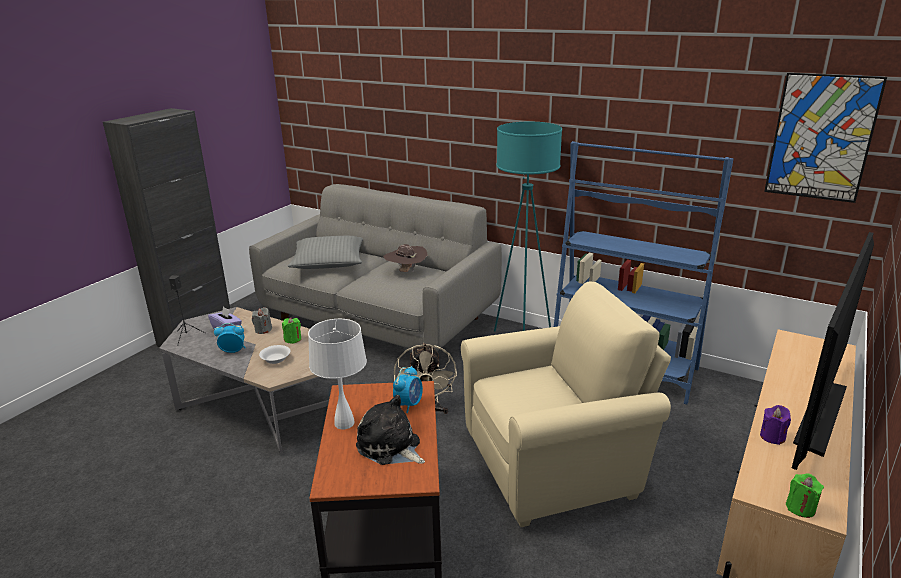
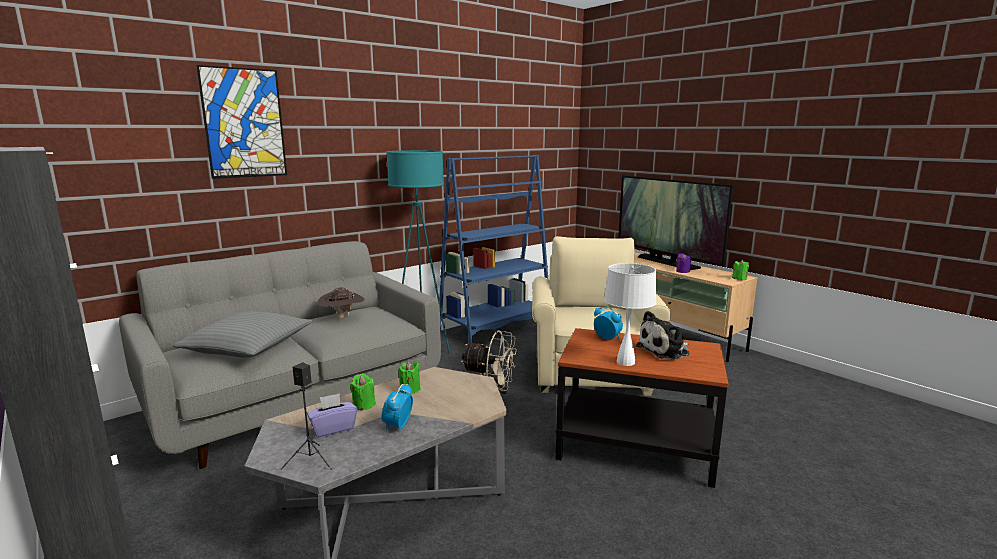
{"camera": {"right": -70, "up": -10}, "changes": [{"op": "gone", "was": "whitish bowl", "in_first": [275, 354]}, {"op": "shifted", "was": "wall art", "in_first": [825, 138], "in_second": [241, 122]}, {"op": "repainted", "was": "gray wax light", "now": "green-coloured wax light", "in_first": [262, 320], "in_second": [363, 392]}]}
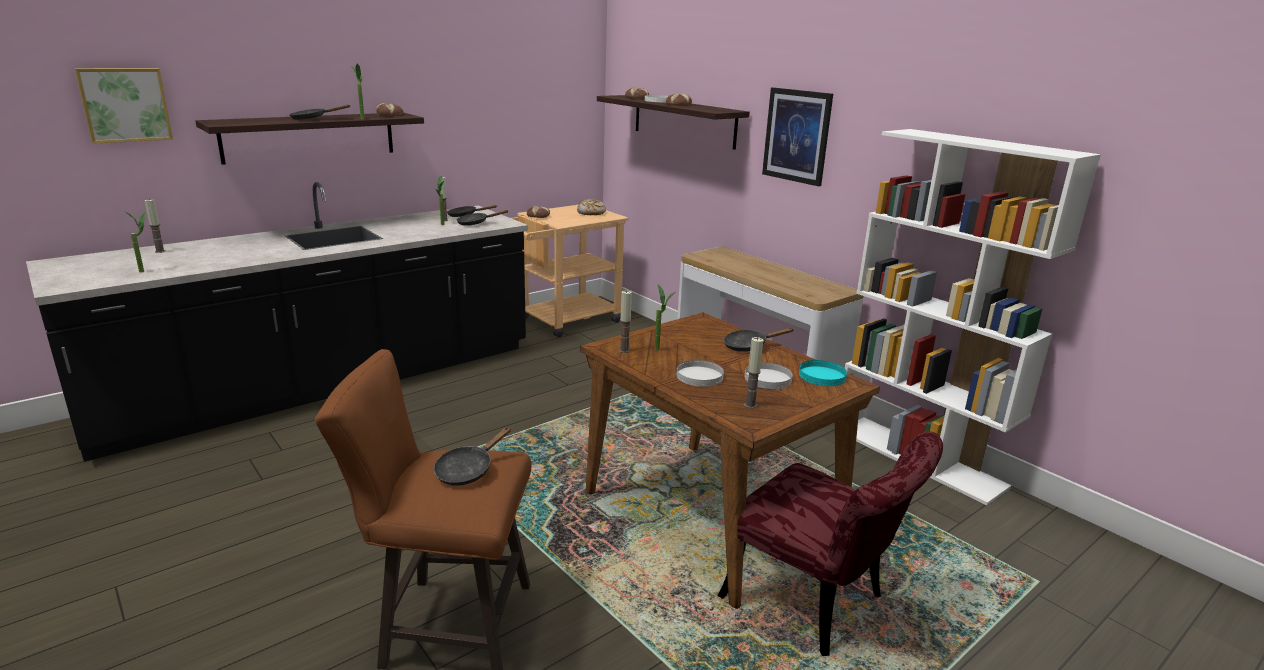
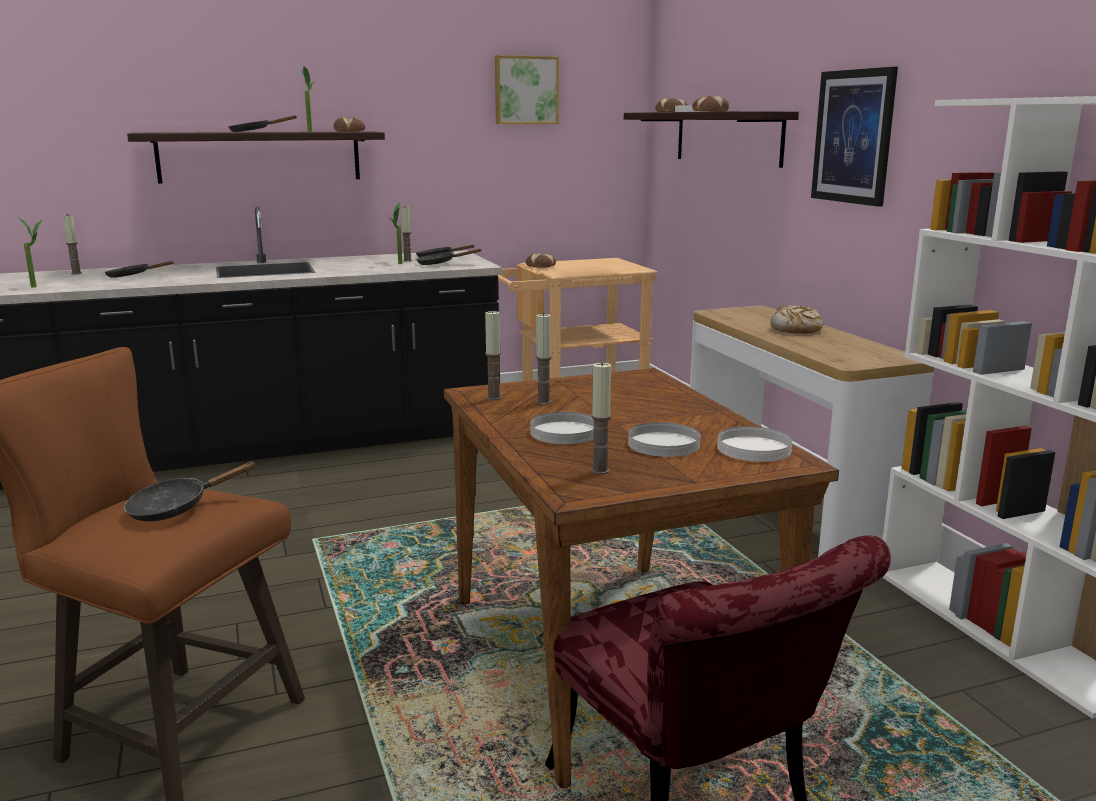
{"camera": {"right": 20, "up": -5}, "changes": [{"op": "shifted", "was": "wall art", "in_first": [124, 106], "in_second": [527, 89]}, {"op": "shifted", "was": "bread", "in_first": [591, 207], "in_second": [797, 319]}, {"op": "shifted", "was": "black skillet", "in_first": [758, 340], "in_second": [139, 269]}, {"op": "swapped", "was": "plant in a pot", "now": "wax light", "in_first": [665, 317], "in_second": [544, 359]}, {"op": "repainted", "was": "blue-green dinner plate", "now": "whitish dinner plate", "in_first": [823, 373], "in_second": [754, 444]}]}
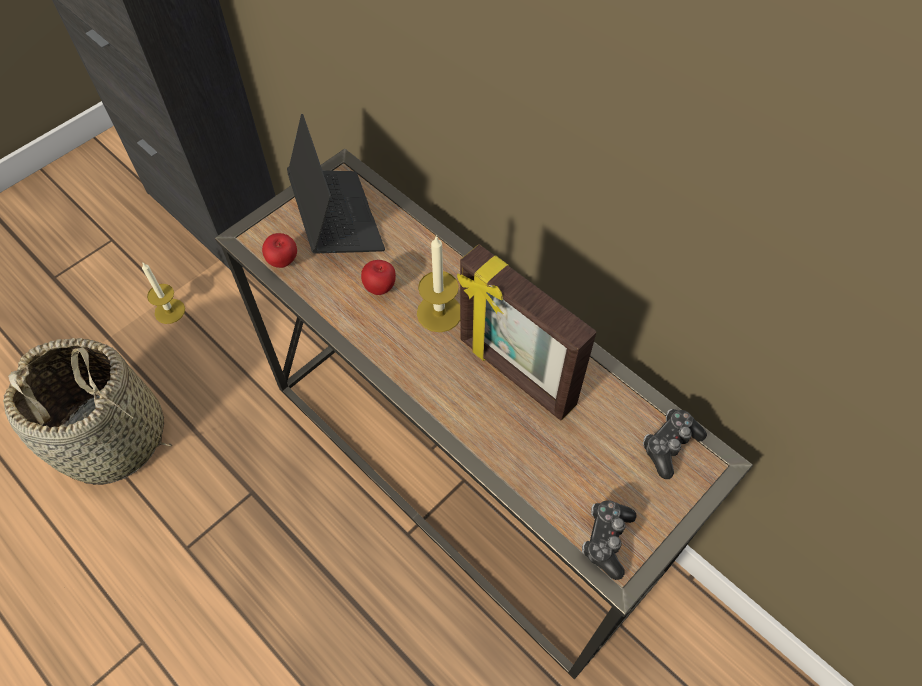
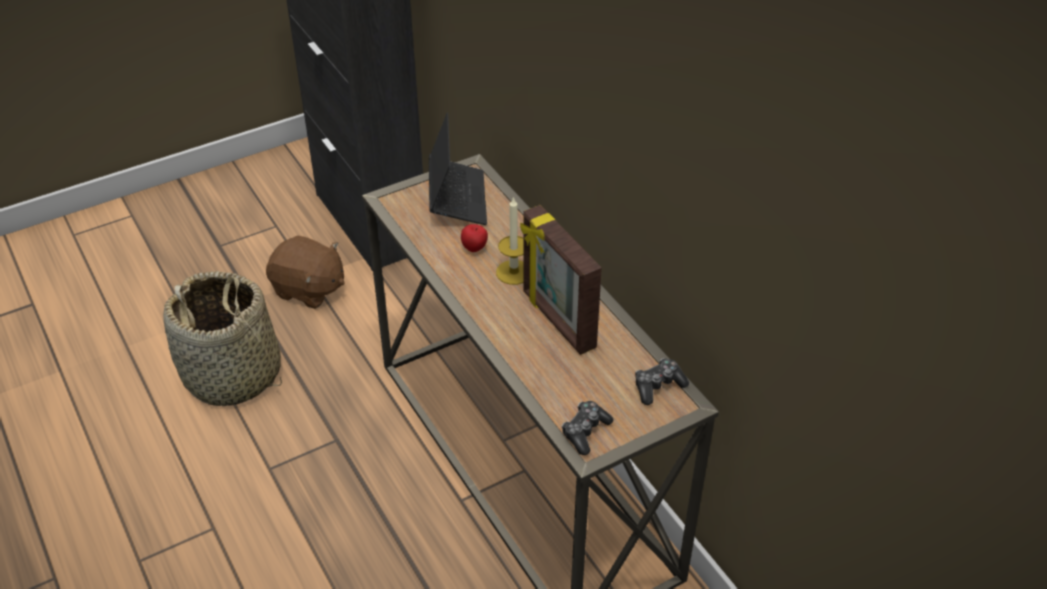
{"camera": {"right": 15, "up": -15}, "changes": [{"op": "gone", "was": "whole apple", "in_first": [279, 250]}, {"op": "swapped", "was": "wax light", "now": "brown-coloured cuddly toy", "in_first": [163, 293], "in_second": [305, 272]}]}
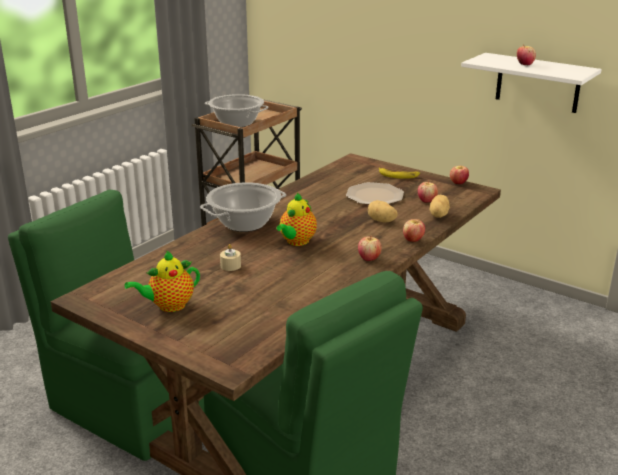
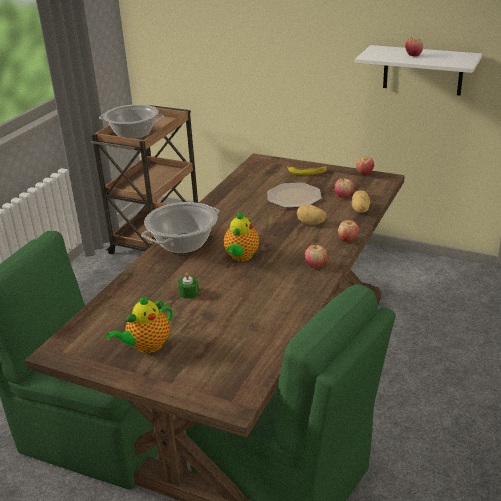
{"camera": {"right": -10, "up": 5}, "changes": [{"op": "repainted", "was": "beige wax light", "now": "green-coloured wax light", "in_first": [230, 257], "in_second": [188, 286]}]}
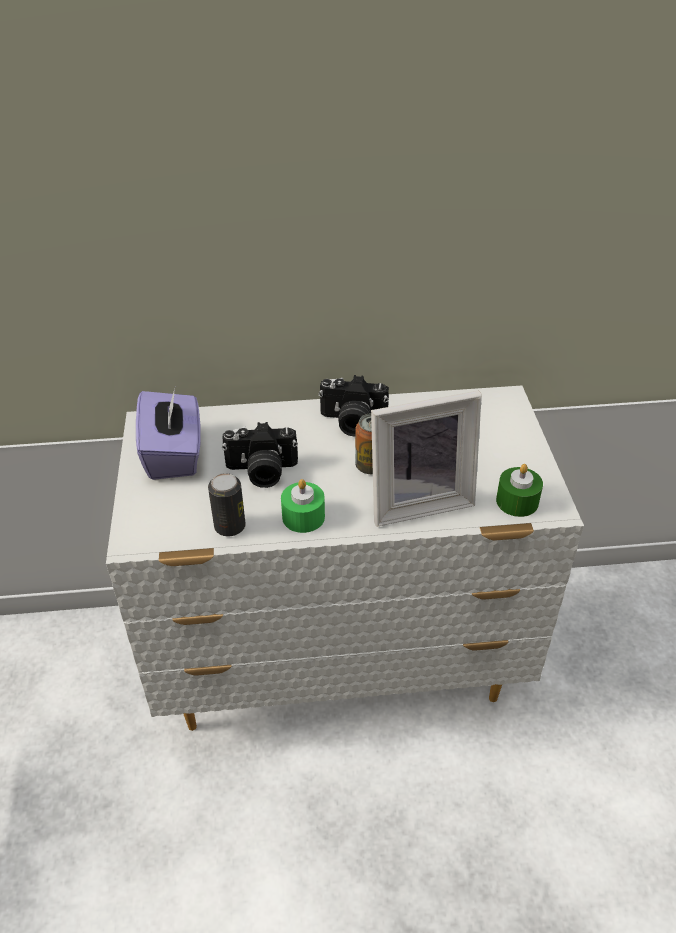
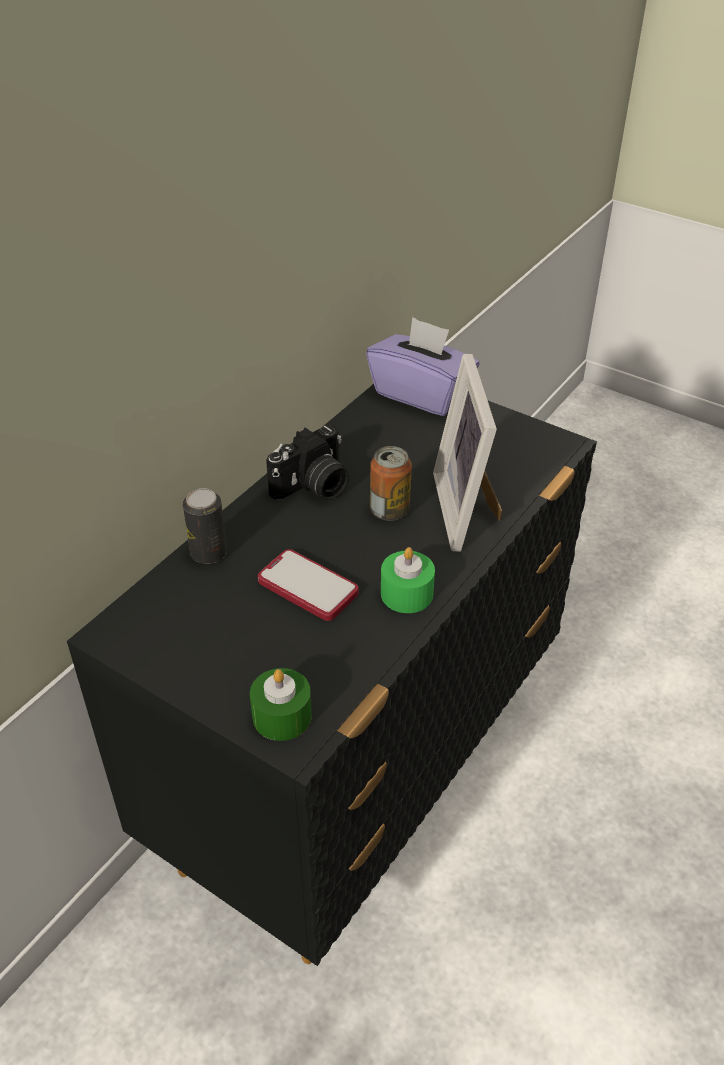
{"camera": {"right": -50, "up": 0}, "changes": [{"op": "shifted", "was": "purplish box of tissues", "in_first": [168, 434], "in_second": [422, 366]}, {"op": "shifted", "was": "sealed can", "in_first": [227, 504], "in_second": [204, 526]}, {"op": "shifted", "was": "green-coloured wax light", "in_first": [519, 490], "in_second": [281, 704]}, {"op": "swapped", "was": "still camera", "now": "handset", "in_first": [260, 455], "in_second": [308, 585]}, {"op": "repainted", "was": "whitish dresser", "now": "black dresser", "in_first": [345, 558], "in_second": [332, 675]}, {"op": "rotated", "was": "picture frame", "in_first": [426, 458], "in_second": [467, 453], "clockwise": 150}]}
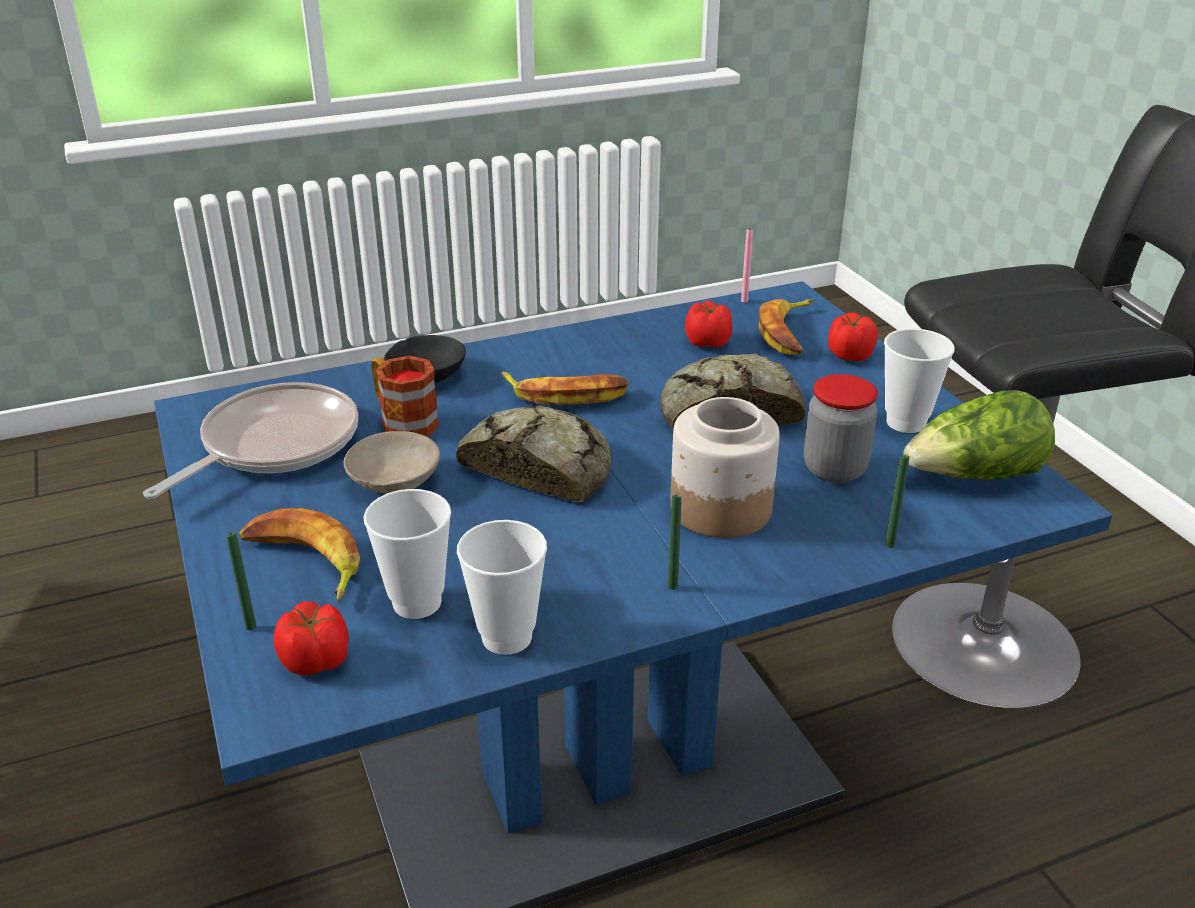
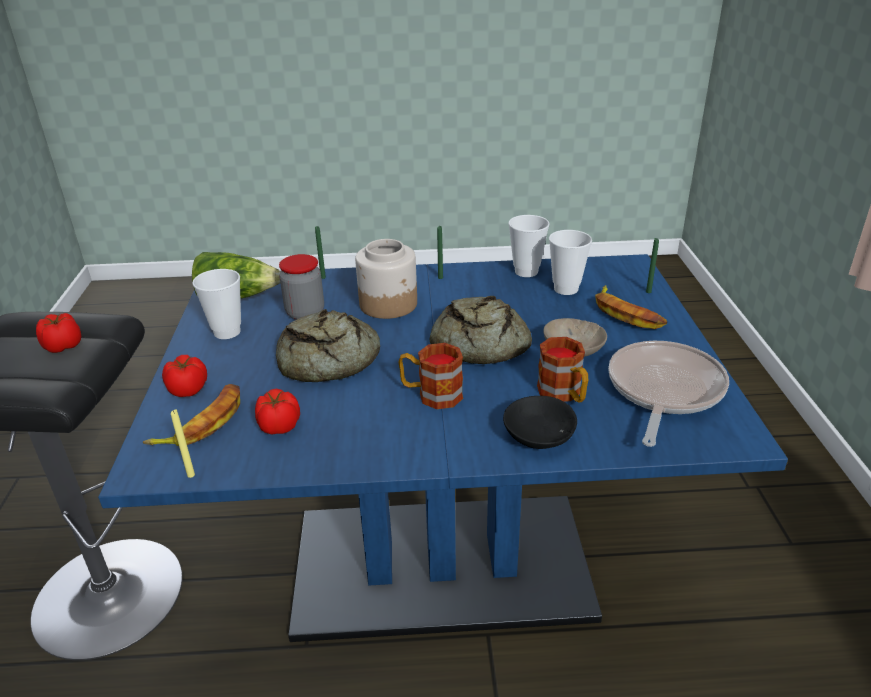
{"camera": {"right": -160, "up": 0}, "changes": [{"op": "shifted", "was": "tomato", "in_first": [311, 638], "in_second": [58, 333]}, {"op": "swapped", "was": "banana fruit", "now": "mug", "in_first": [565, 388], "in_second": [430, 376]}, {"op": "repainted", "was": "pink-coloured wax light", "now": "yellow-coloured wax light", "in_first": [747, 266], "in_second": [183, 443]}, {"op": "rotated", "was": "skillet", "in_first": [250, 440], "in_second": [668, 394], "clockwise": 150}]}
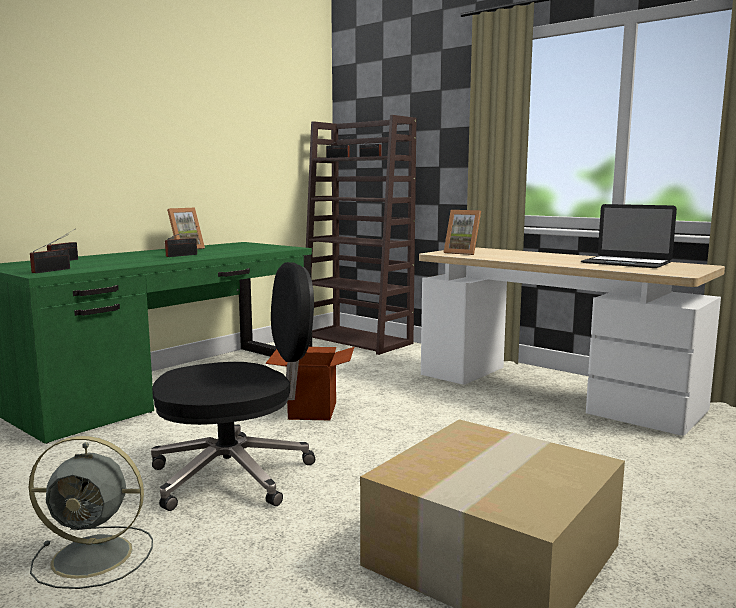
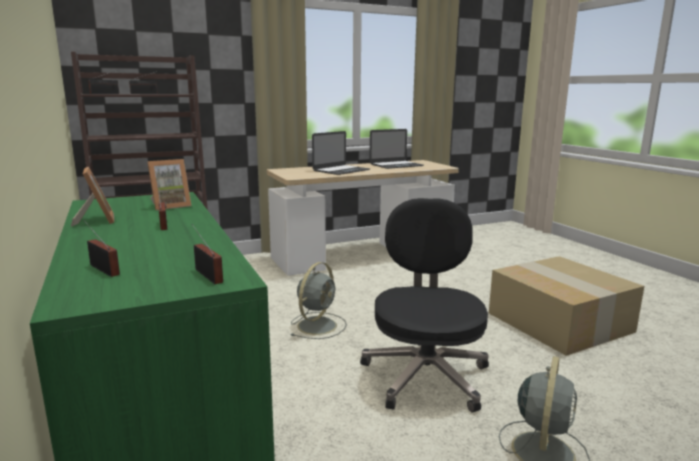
{"camera": {"right": -65, "up": 5}, "changes": [{"op": "new", "now": "portable computer", "in_second": [341, 153]}, {"op": "shifted", "was": "picture frame", "in_first": [462, 232], "in_second": [169, 184]}, {"op": "swapped", "was": "packing box", "now": "gray cooling fan", "in_first": [309, 383], "in_second": [318, 300]}]}
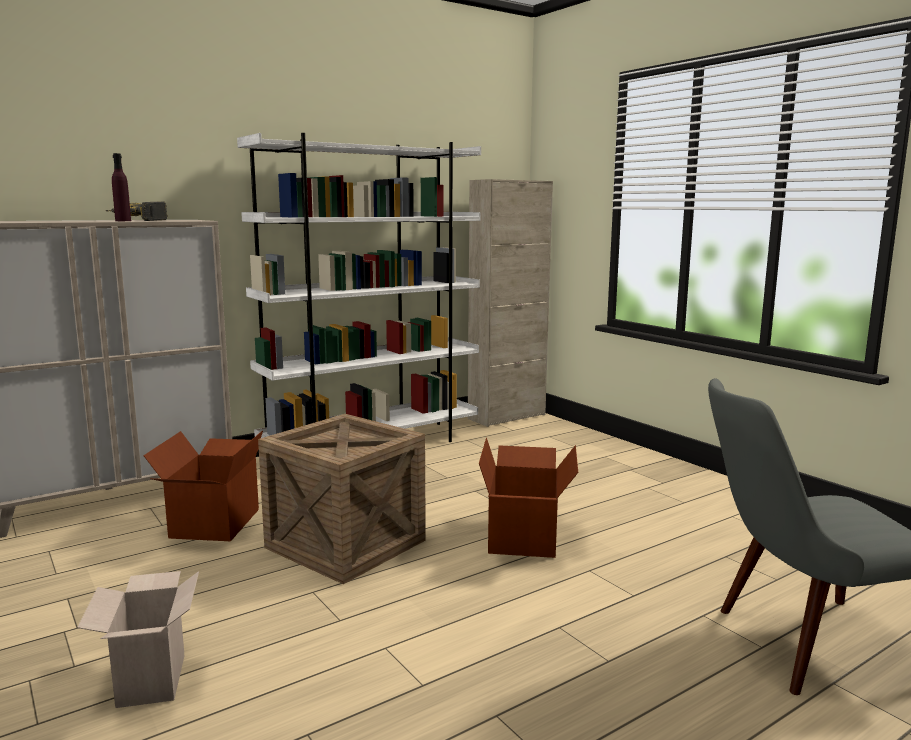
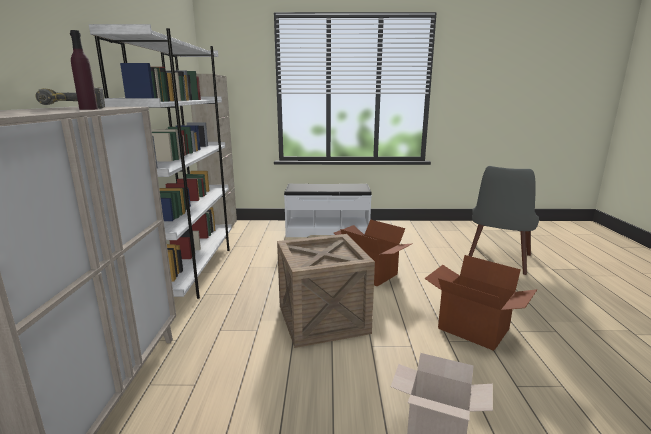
{"camera": {"right": -55, "up": 5}, "changes": [{"op": "new", "now": "whitish long seat", "in_second": [328, 210]}, {"op": "shifted", "was": "packing box", "in_first": [203, 485], "in_second": [481, 303]}]}
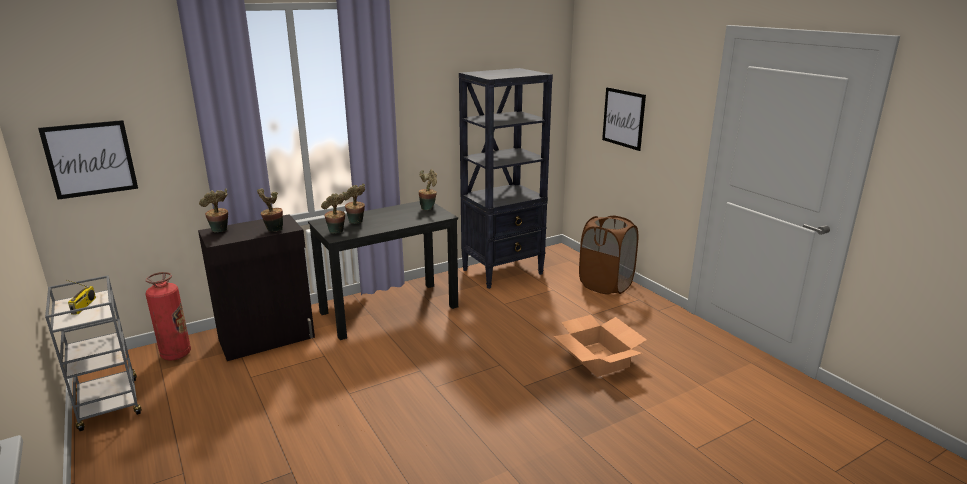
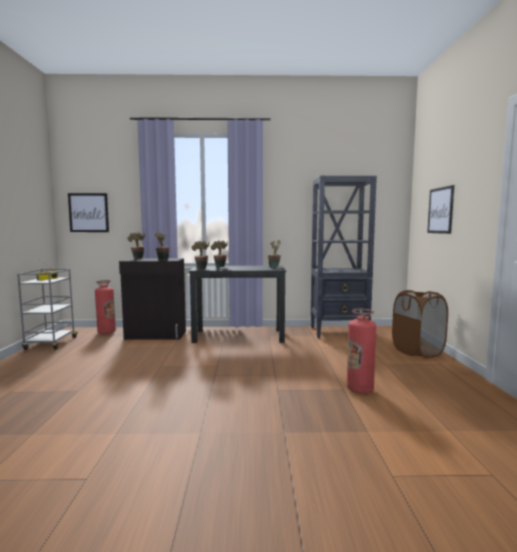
{"camera": {"right": 30, "up": -15}, "changes": [{"op": "swapped", "was": "packing box", "now": "fire-fighting cylinder", "in_first": [600, 346], "in_second": [361, 351]}]}
